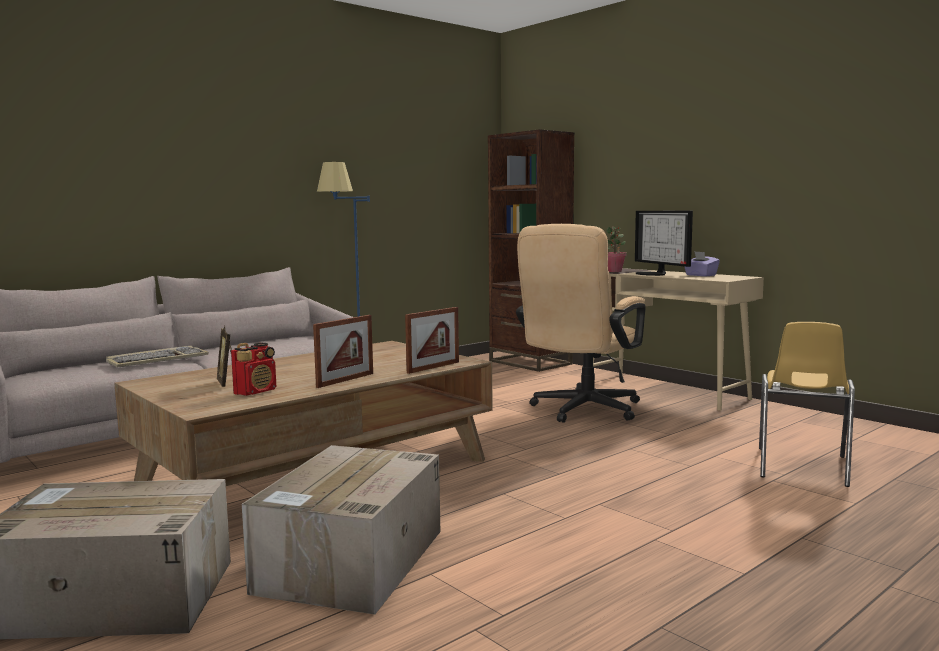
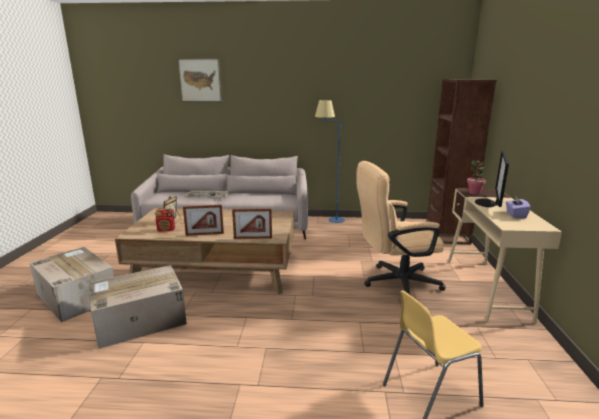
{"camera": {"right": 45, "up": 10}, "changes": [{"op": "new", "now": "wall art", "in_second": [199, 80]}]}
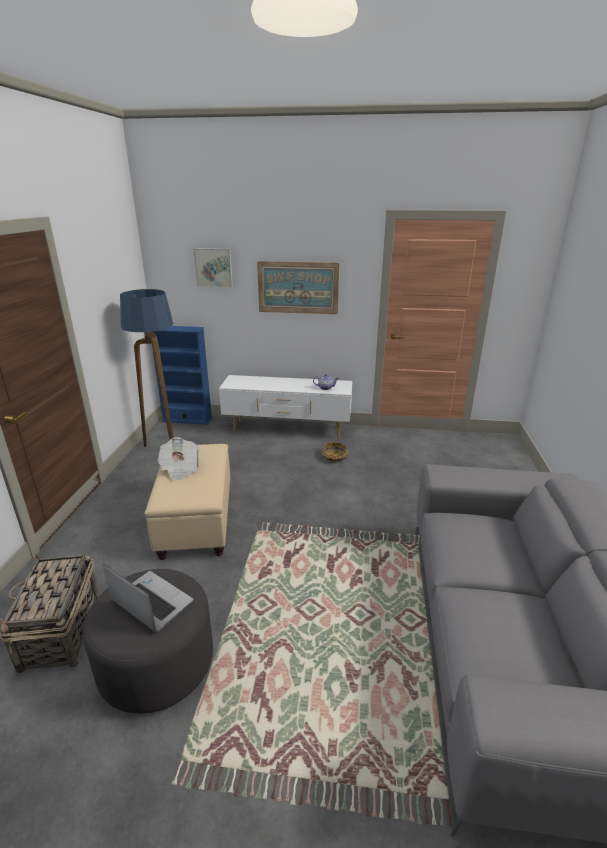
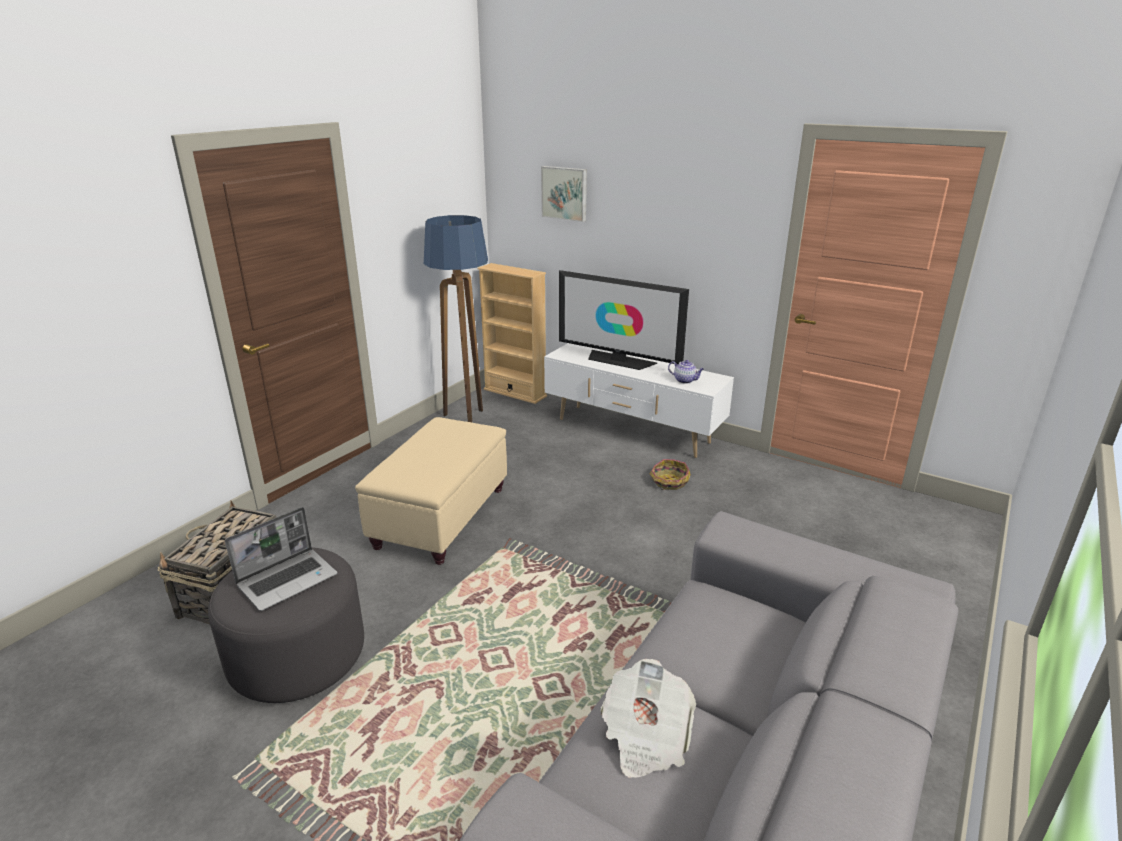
{"camera": {"right": 25, "up": 0}, "changes": [{"op": "gone", "was": "wall art", "in_first": [298, 287]}, {"op": "new", "now": "TV set", "in_second": [624, 320]}, {"op": "shifted", "was": "daily paper", "in_first": [178, 459], "in_second": [648, 718]}, {"op": "repainted", "was": "blue bookshelf", "now": "beige bookshelf", "in_first": [182, 375], "in_second": [512, 333]}, {"op": "rotated", "was": "portable computer", "in_first": [148, 598], "in_second": [281, 559], "clockwise": 75}]}
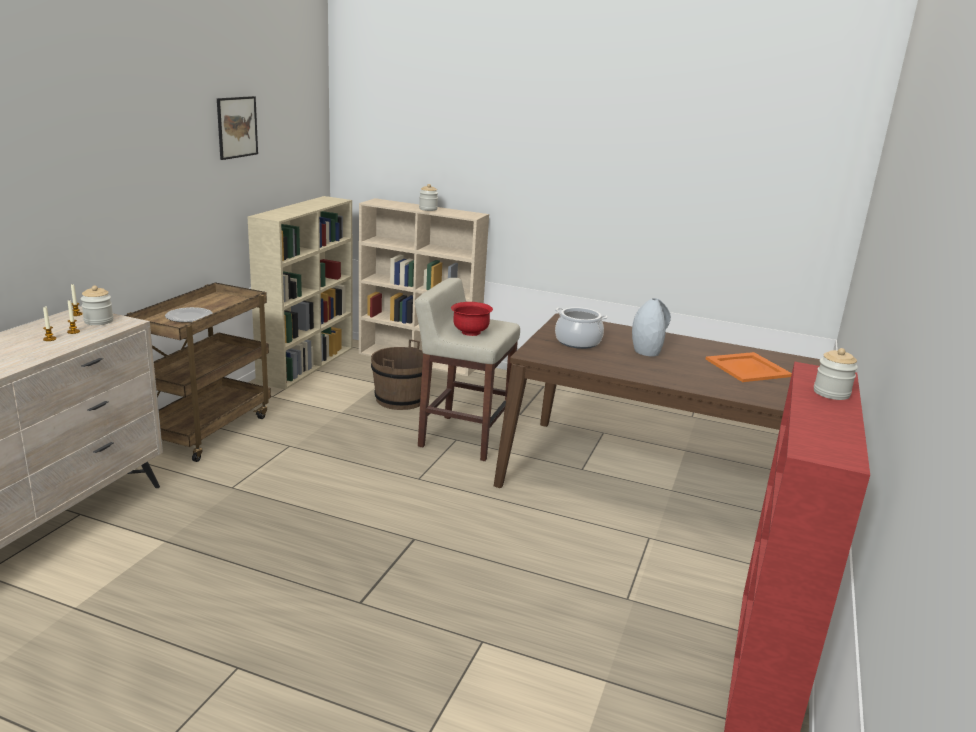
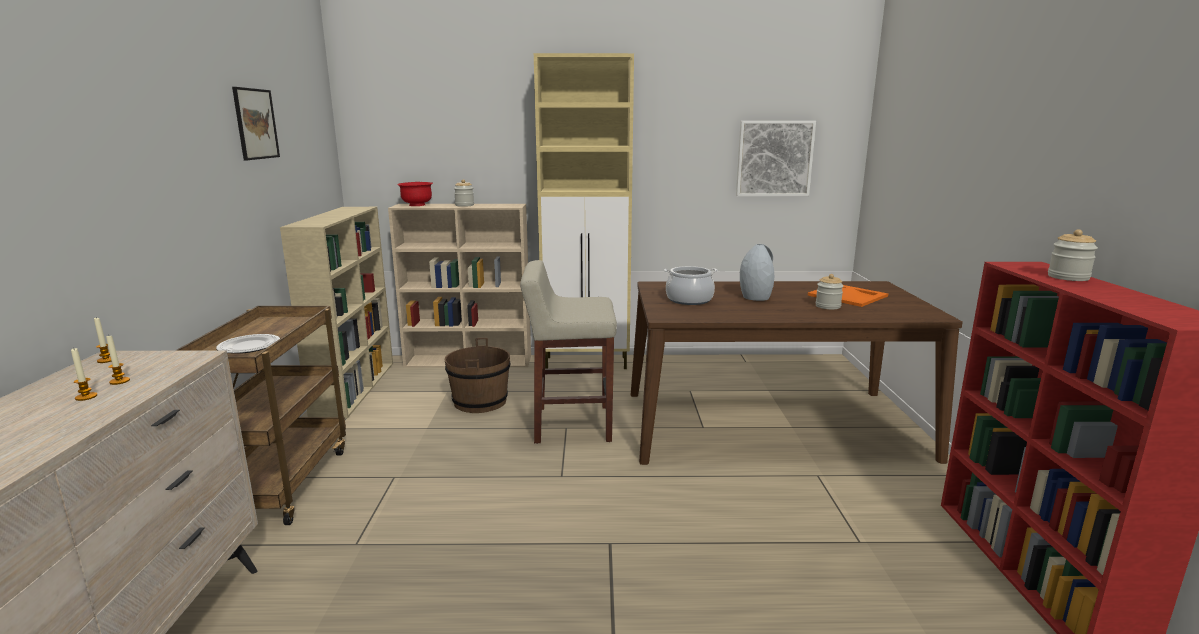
{"camera": {"right": -20, "up": -5}, "changes": [{"op": "new", "now": "beige cupboard", "in_second": [584, 211]}, {"op": "new", "now": "wall art", "in_second": [776, 159]}, {"op": "shifted", "was": "storage jar", "in_first": [97, 305], "in_second": [829, 292]}, {"op": "shifted", "was": "reddish bowl", "in_first": [472, 319], "in_second": [415, 194]}]}
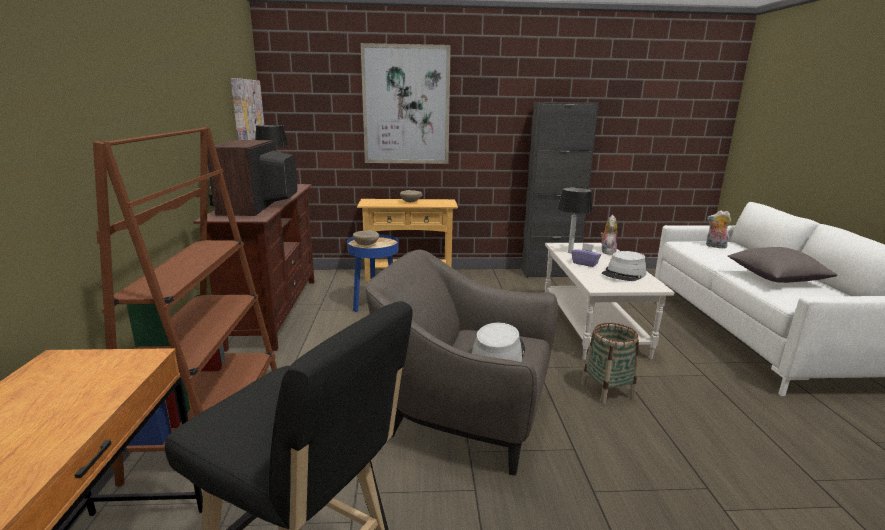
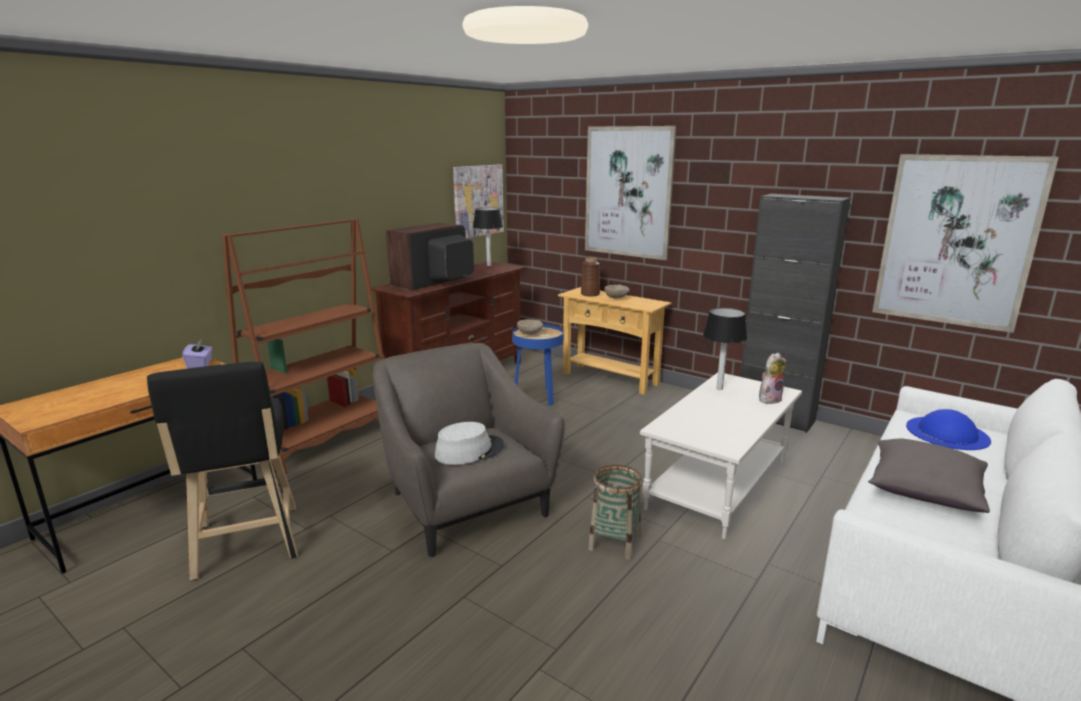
{"camera": {"right": 40, "up": 0}, "changes": [{"op": "gone", "was": "gray hat", "in_first": [624, 266]}, {"op": "new", "now": "brown-coloured flower vase", "in_second": [590, 276]}, {"op": "new", "now": "wall art", "in_second": [965, 243]}, {"op": "shifted", "was": "purplish box of tissues", "in_first": [586, 255], "in_second": [197, 353]}, {"op": "swapped", "was": "cuddly toy", "now": "blue hat", "in_first": [718, 229], "in_second": [948, 429]}]}
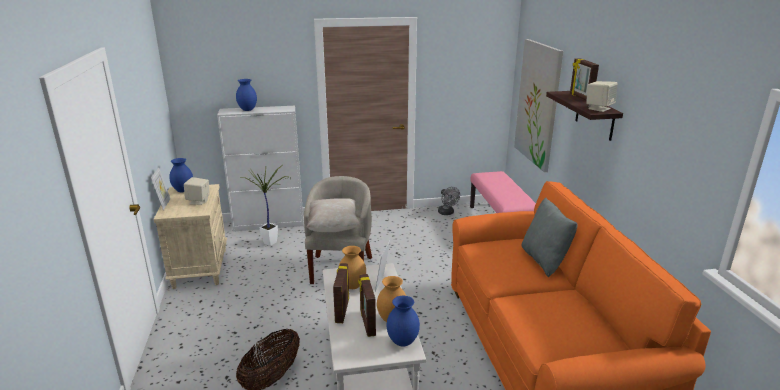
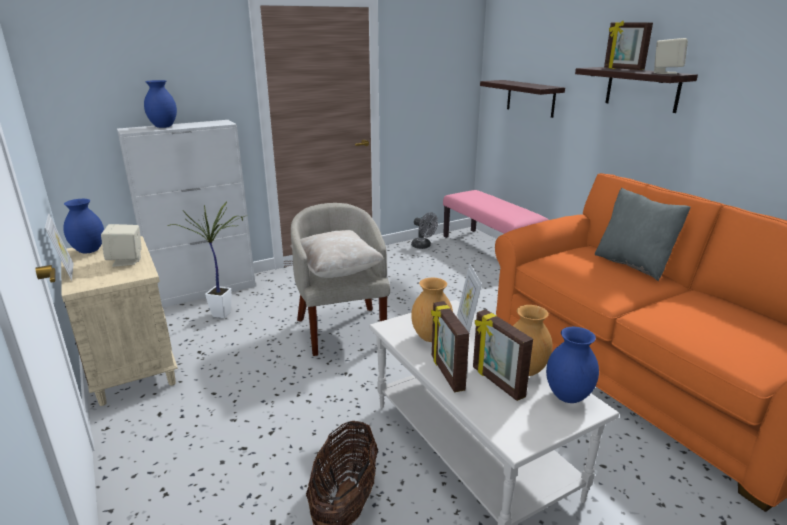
{"camera": {"right": -20, "up": 0}, "changes": [{"op": "swapped", "was": "wall art", "now": "bracket shelf", "in_first": [538, 105], "in_second": [522, 99]}]}
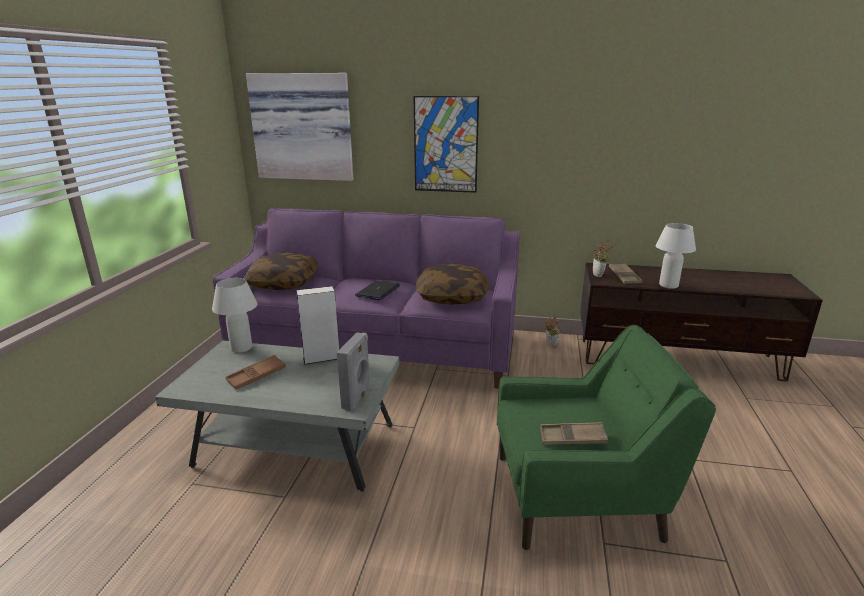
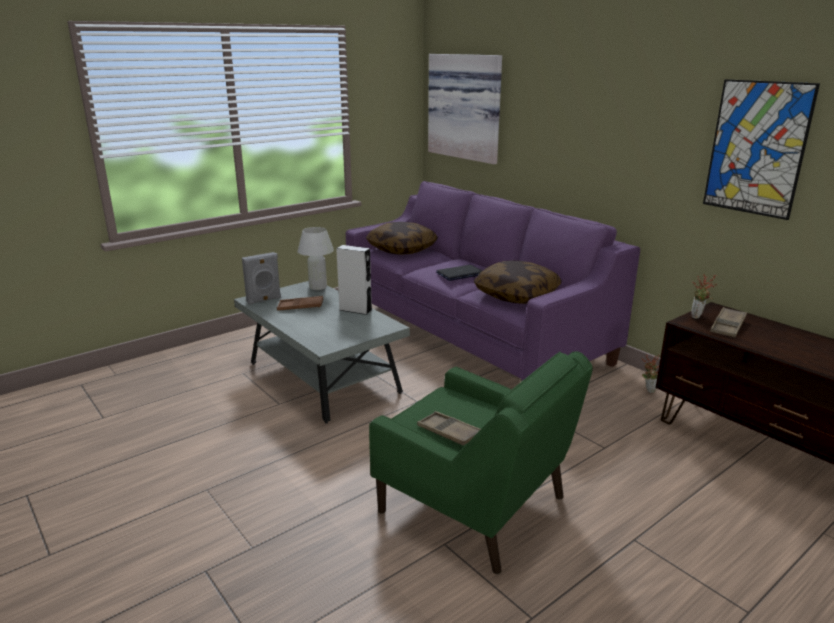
{"camera": {"right": 40, "up": 0}, "changes": [{"op": "gone", "was": "whitish table lamp", "in_first": [676, 256]}, {"op": "shifted", "was": "gray loudspeaker", "in_first": [354, 371], "in_second": [261, 278]}, {"op": "shifted", "was": "wall art", "in_first": [446, 144], "in_second": [761, 149]}]}
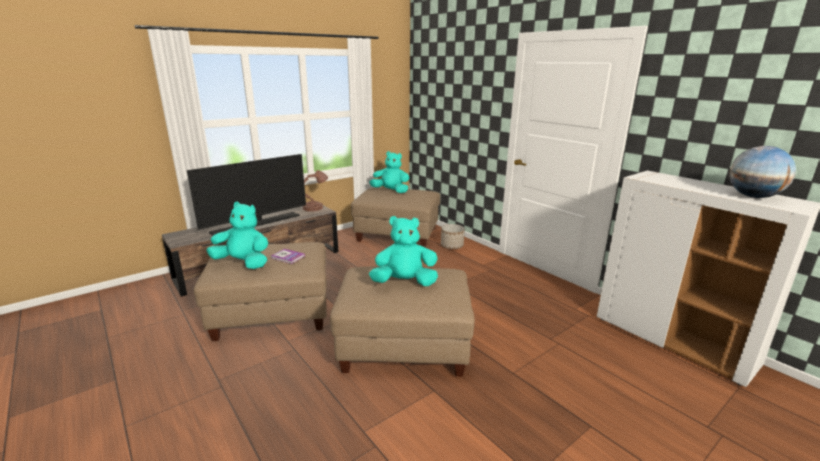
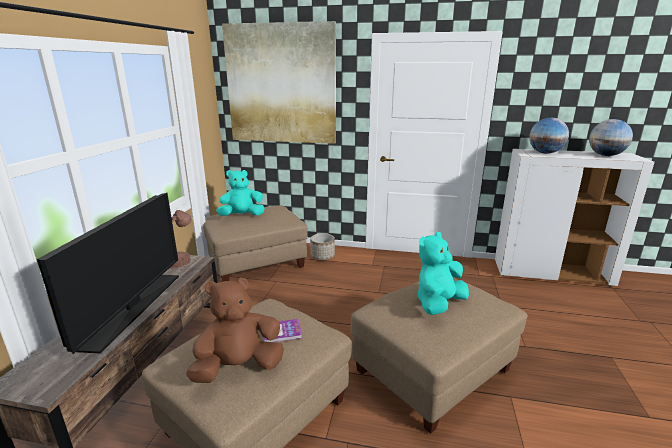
{"camera": {"right": -40, "up": 0}, "changes": [{"op": "new", "now": "wall art", "in_second": [279, 82]}, {"op": "new", "now": "globe", "in_second": [549, 136]}, {"op": "repainted", "was": "blue-green cuddly toy", "now": "brown-coloured cuddly toy", "in_first": [237, 235], "in_second": [235, 330]}]}
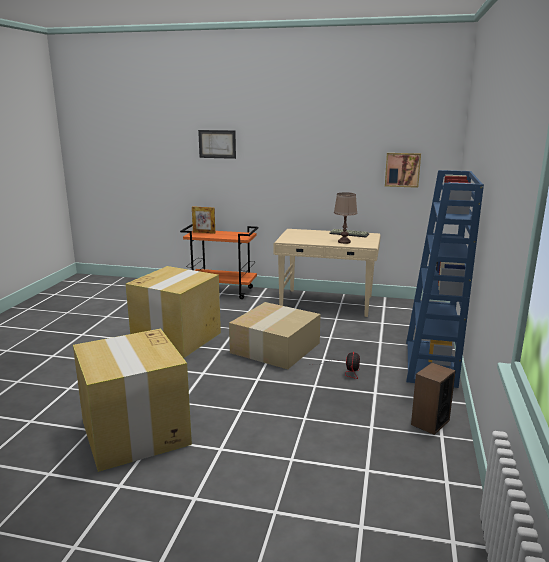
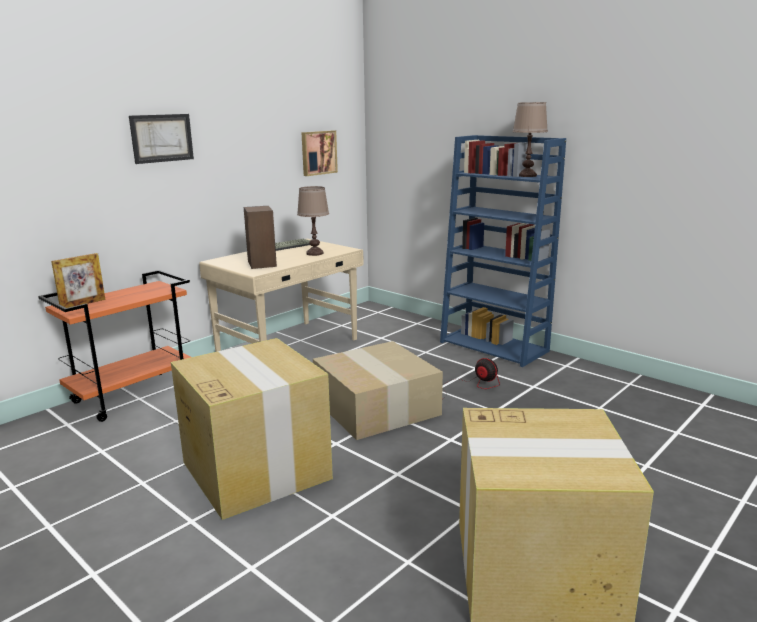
{"camera": {"right": -60, "up": 0}, "changes": [{"op": "new", "now": "brown-coloured table lamp", "in_second": [530, 139]}, {"op": "shifted", "was": "wall art", "in_first": [217, 144], "in_second": [161, 139]}, {"op": "shifted", "was": "loudspeaker", "in_first": [433, 399], "in_second": [260, 237]}]}
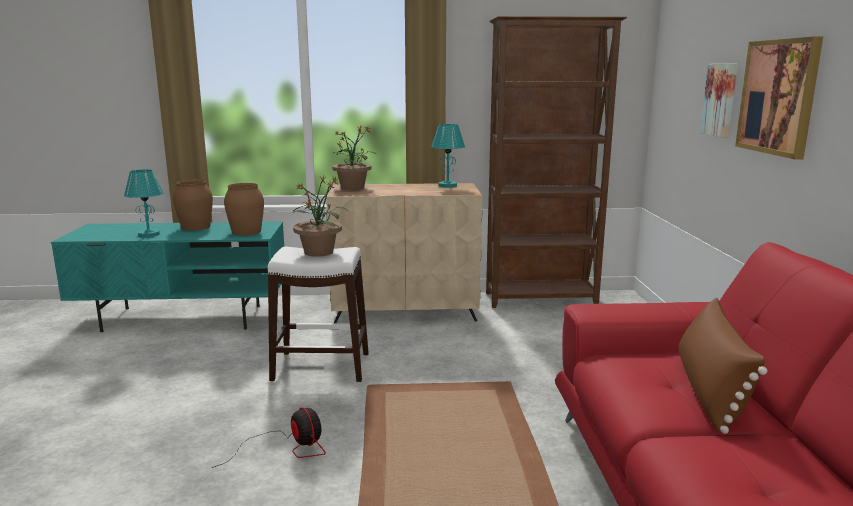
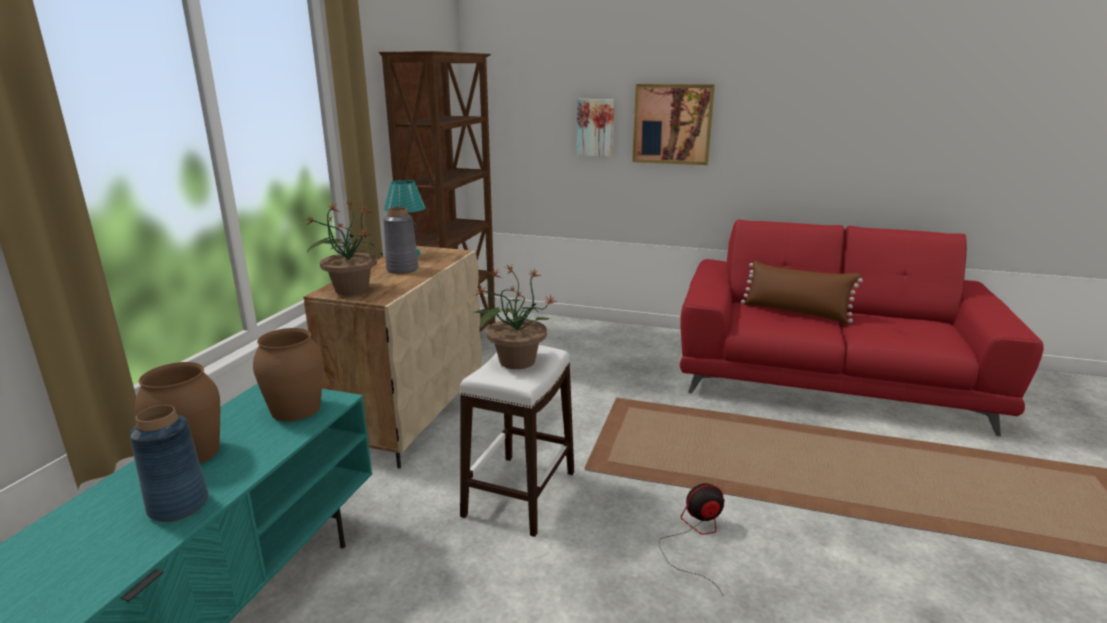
{"camera": {"right": -70, "up": 5}, "changes": [{"op": "new", "now": "gray flower vase", "in_second": [401, 240]}, {"op": "swapped", "was": "blue-green table lamp", "now": "blue flower vase", "in_first": [143, 203], "in_second": [168, 463]}]}
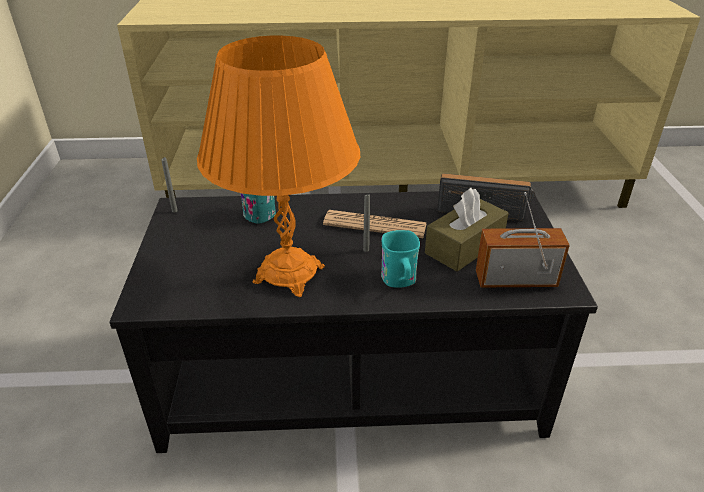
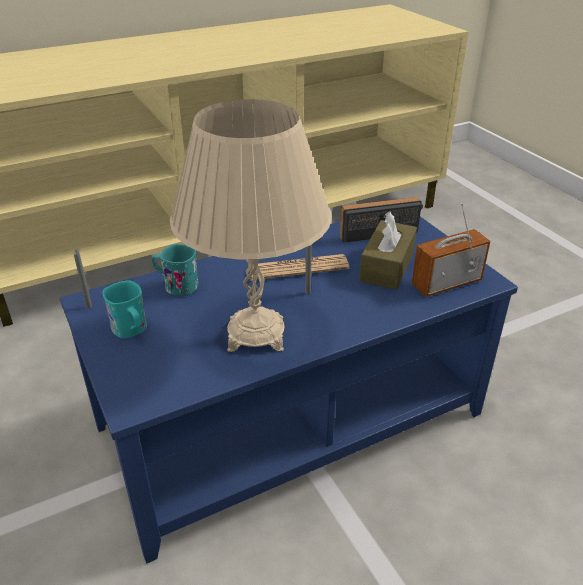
{"camera": {"right": -25, "up": 0}, "changes": [{"op": "shifted", "was": "blue-green mug", "in_first": [400, 259], "in_second": [124, 309]}, {"op": "repainted", "was": "black coffee table", "now": "blue coffee table", "in_first": [353, 322], "in_second": [289, 389]}, {"op": "repainted", "was": "orange-coloured table lamp", "now": "beige table lamp", "in_first": [278, 166], "in_second": [251, 225]}]}
